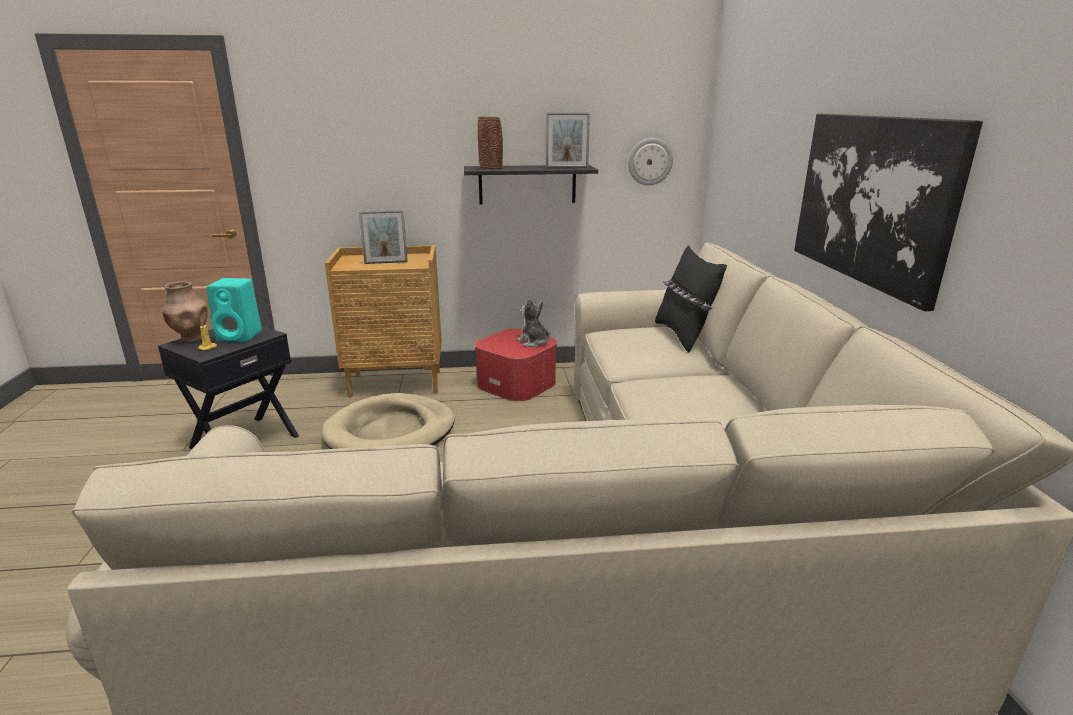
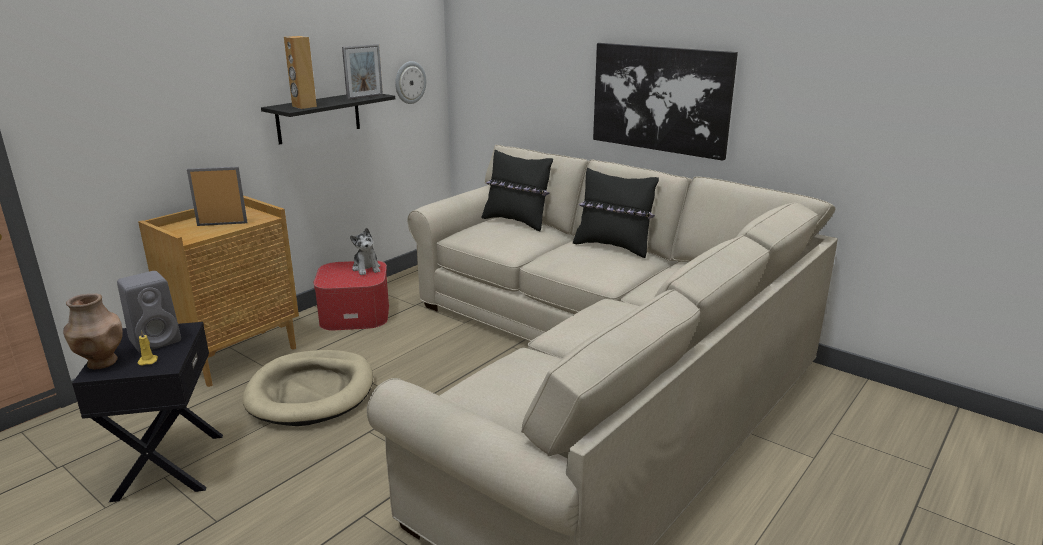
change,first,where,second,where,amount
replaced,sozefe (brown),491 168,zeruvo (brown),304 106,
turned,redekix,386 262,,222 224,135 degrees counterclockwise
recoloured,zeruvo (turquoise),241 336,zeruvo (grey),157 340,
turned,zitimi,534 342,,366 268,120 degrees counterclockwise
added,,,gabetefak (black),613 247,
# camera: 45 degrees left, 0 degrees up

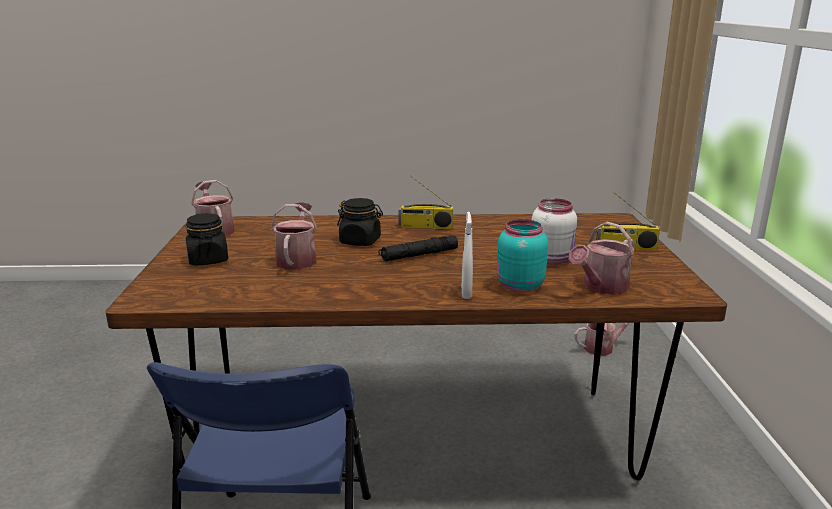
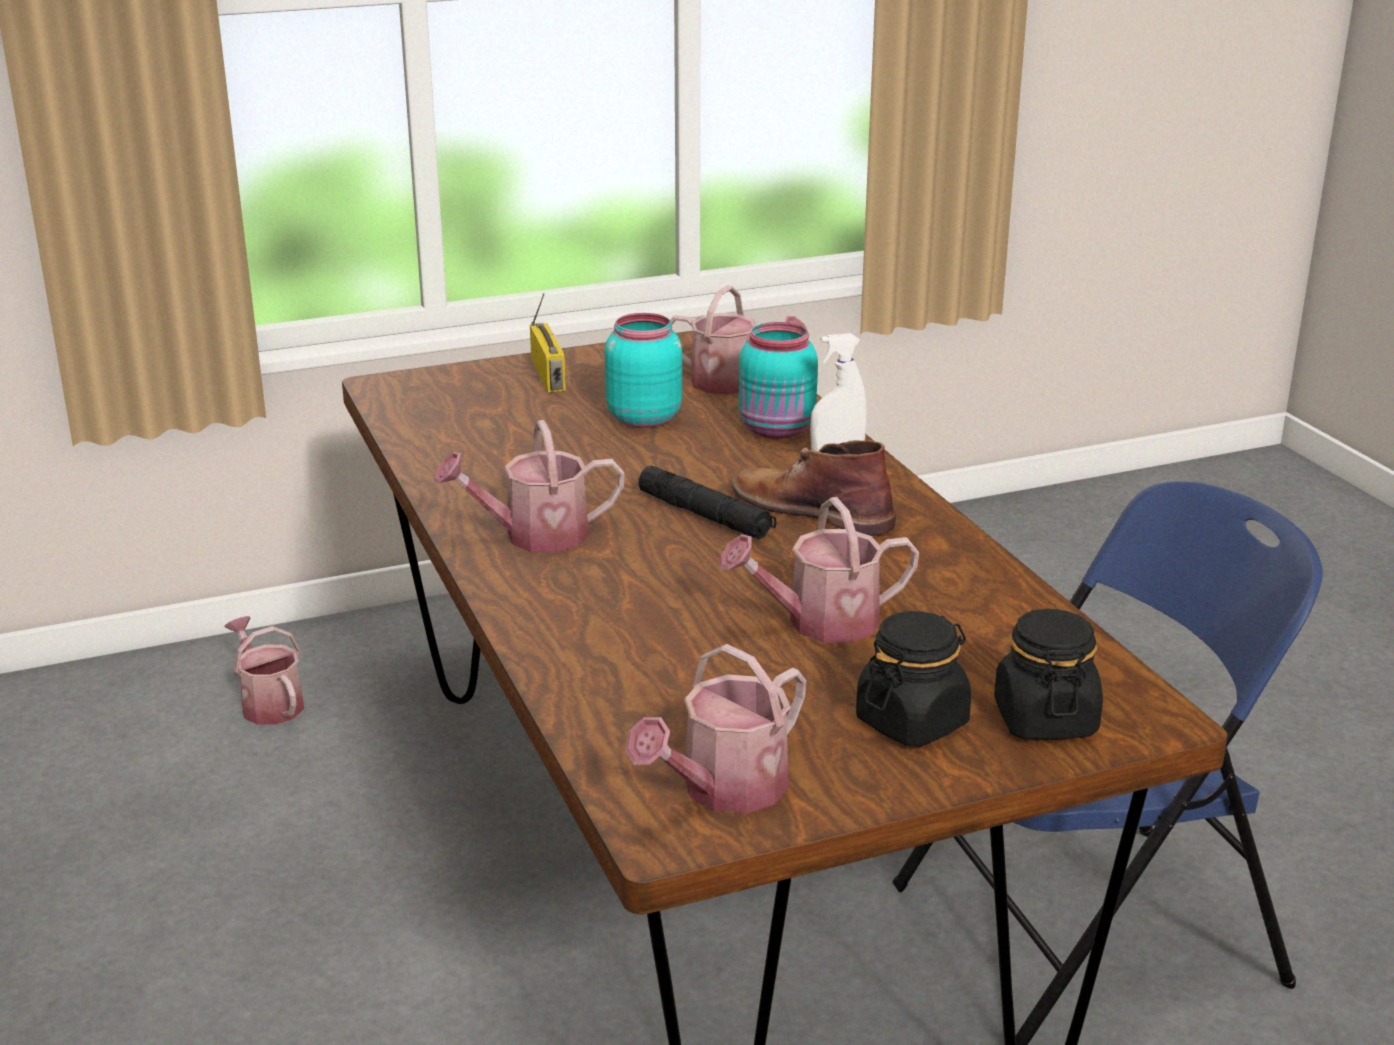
change,first,where,second,where,amount
replaced,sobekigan,425 227,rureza,534 536,
moved,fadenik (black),360 241,,1044 719,
recoloured,fadenik (white),552 259,fadenik (turquoise),642 418,
added,,,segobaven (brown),811 509,
# camera: 110 degrees left, 5 degrees up

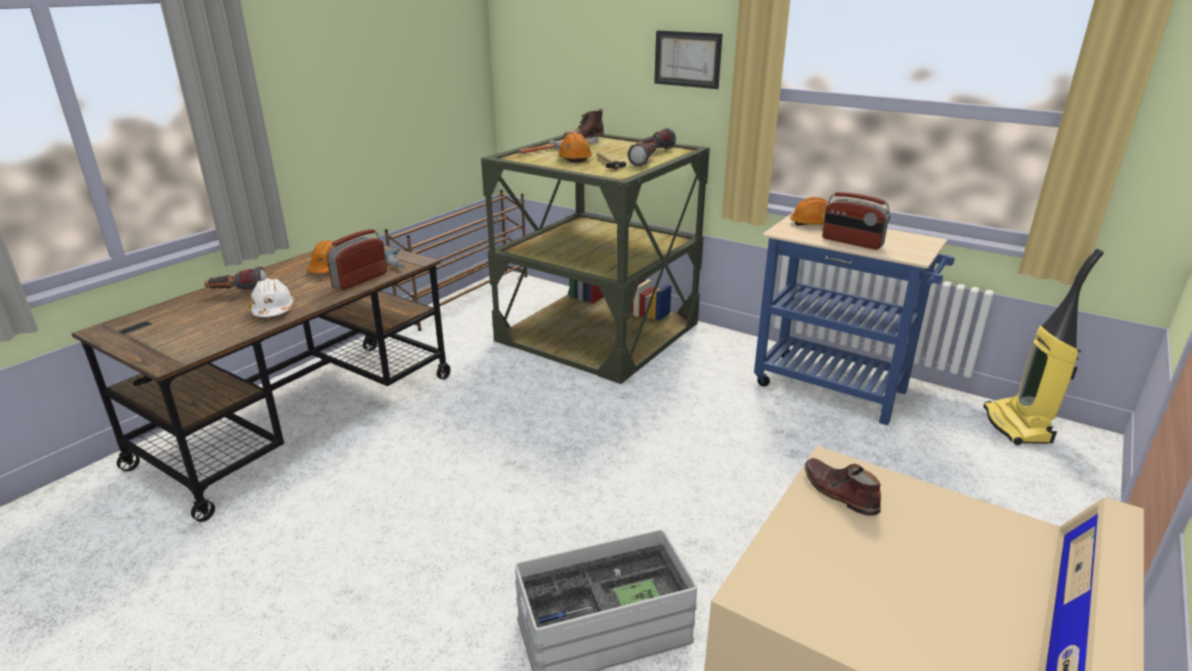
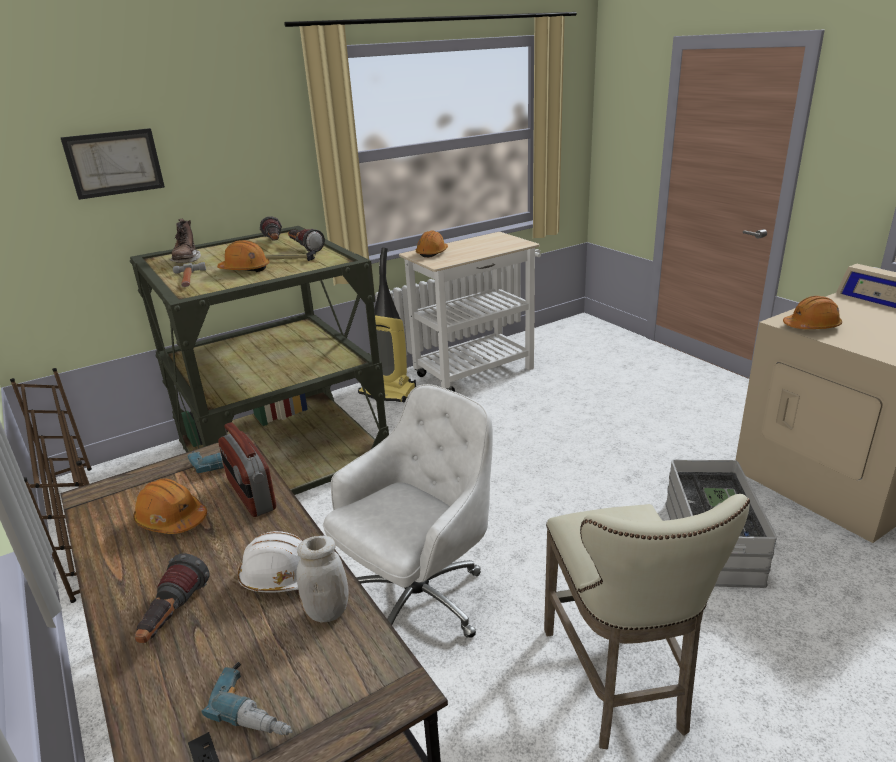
change,first,where,second,where,amount
moved,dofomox,687 59,,114 163,
removed,sobekigan,851 242,,,
recoloured,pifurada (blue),832 388,pifurada (white),476 372,
moved,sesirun,1018 426,,388 392,
replaced,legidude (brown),839 492,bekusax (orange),811 326,
added,,,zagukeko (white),419 599,
added,,,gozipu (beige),618 685,
added,,,fadenik (white),327 611,
added,,,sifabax,259 707,
# camera: 65 degrees left, 0 degrees up

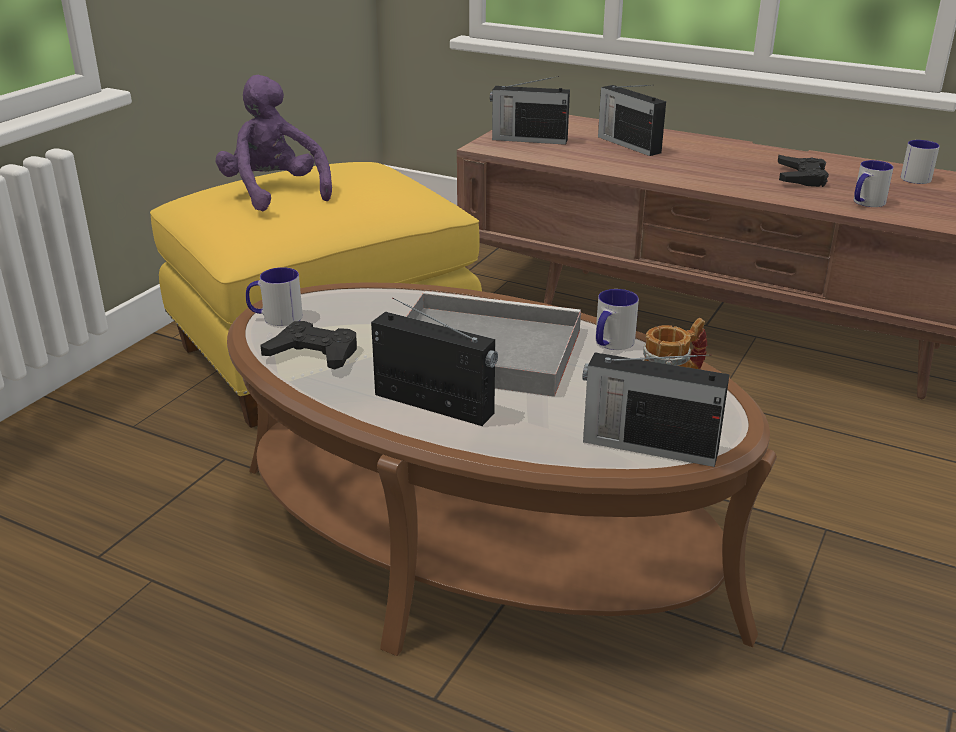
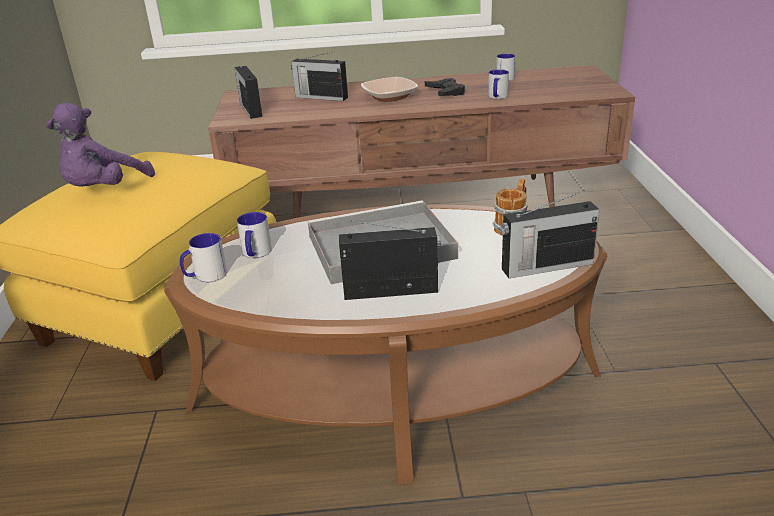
change,first,where,second,where,amount
turned,zitimi (purple),274 193,,104 190,90 degrees counterclockwise
turned,sobekigan,528 139,,251 109,90 degrees clockwise
moved,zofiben,611 344,,255 253,
removed,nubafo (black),313 354,,,
added,,,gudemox,389 97,
# camera: 30 degrees left, 0 degrees up

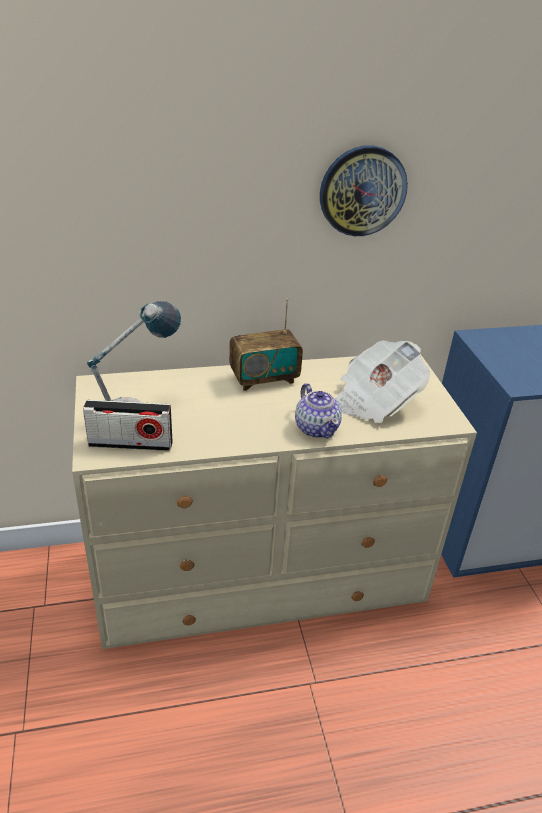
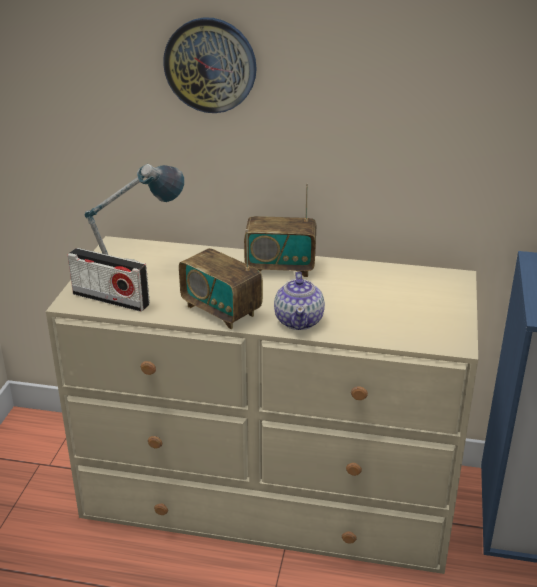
change,first,where,second,where,amount
moved,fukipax,362 191,,210 65,
removed,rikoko,375 401,,,
added,,,sobekigan,221 311,
# camera: 25 degrees right, 5 degrees down

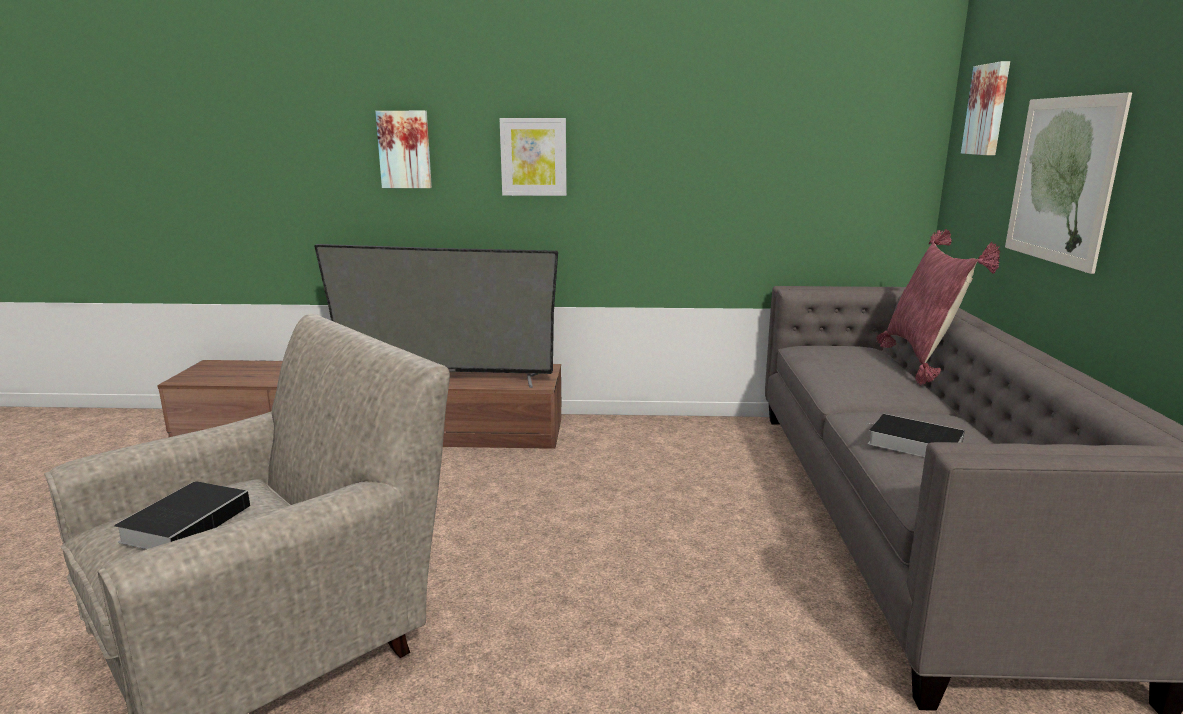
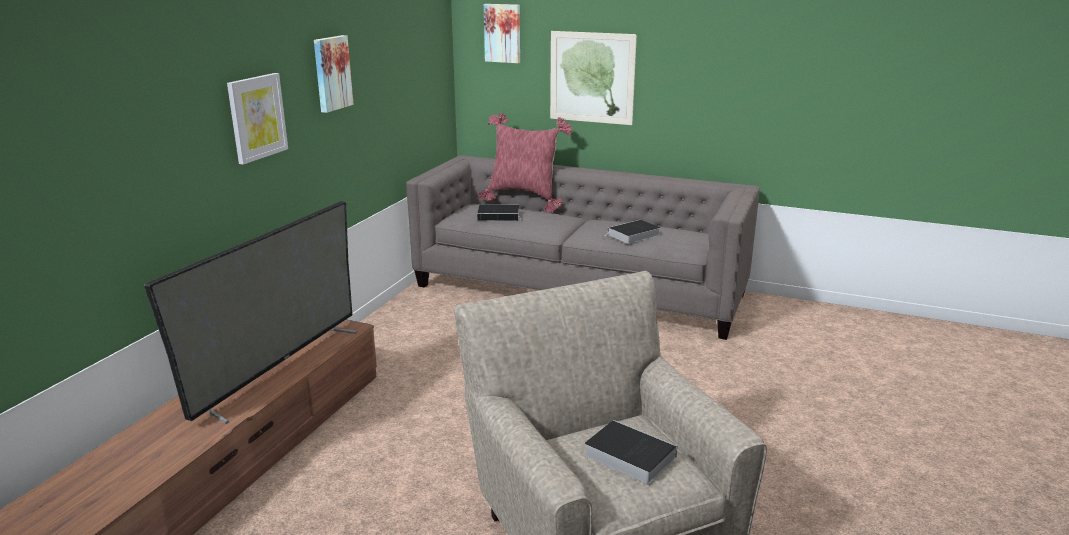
change,first,where,second,where,amount
moved,dofomox,405 149,,331 73,
added,,,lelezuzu,500 215,
# camera: 70 degrees left, 5 degrees up

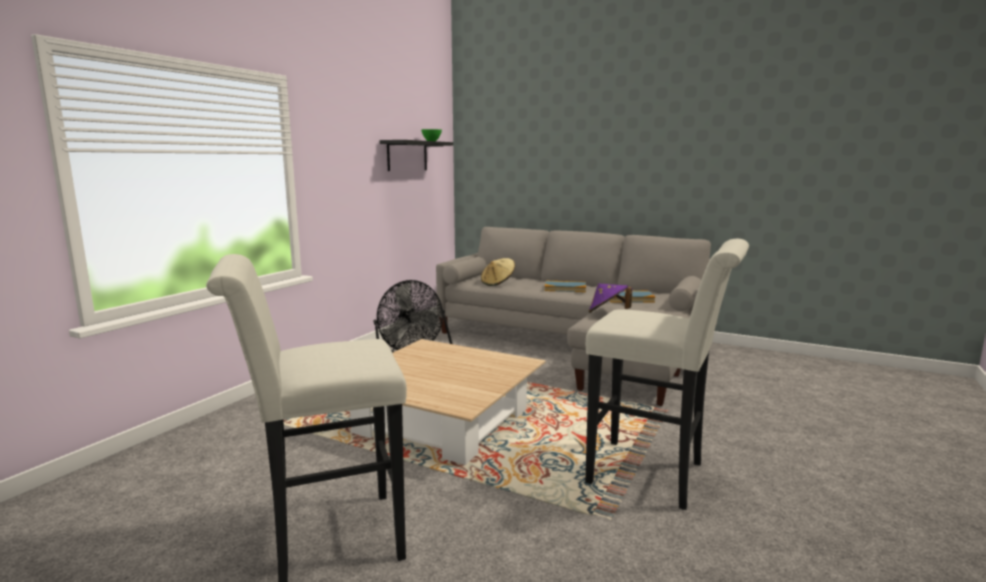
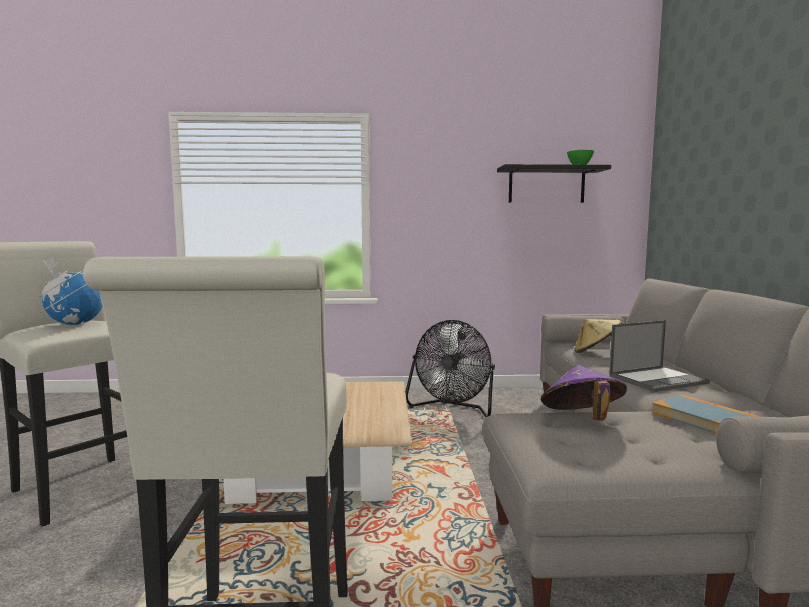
change,first,where,second,where,amount
replaced,lelezuzu,565 288,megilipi,658 379,
added,,,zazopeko,74 324,
# camera: 60 degrees right, 5 degrees down

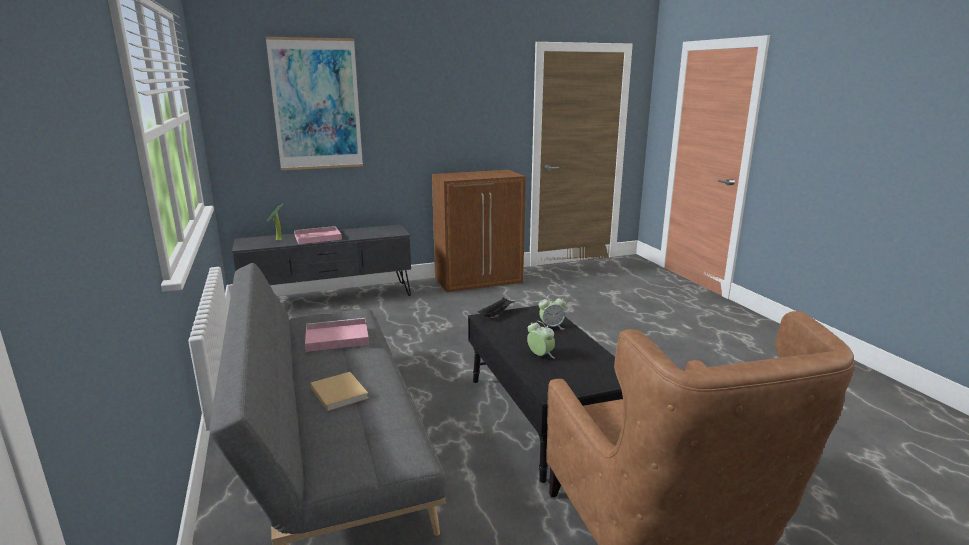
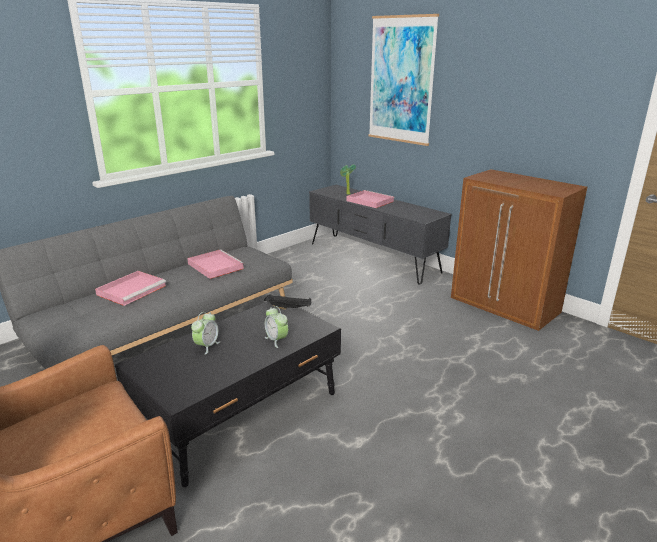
change,first,where,second,where,amount
replaced,lelezuzu (beige),338 392,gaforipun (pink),132 290,
# camera: 65 degrees right, 5 degrees up

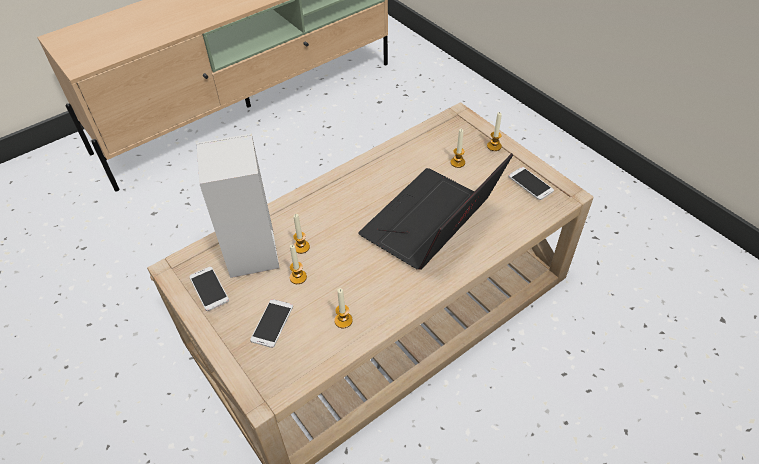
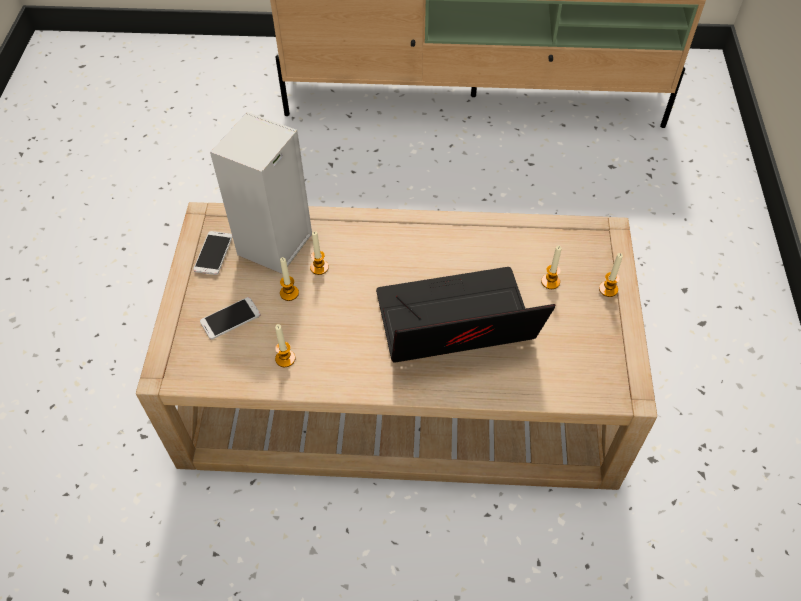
change,first,where,second,where,amount
removed,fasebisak,530 183,,,
# camera: 40 degrees right, 5 degrees up

